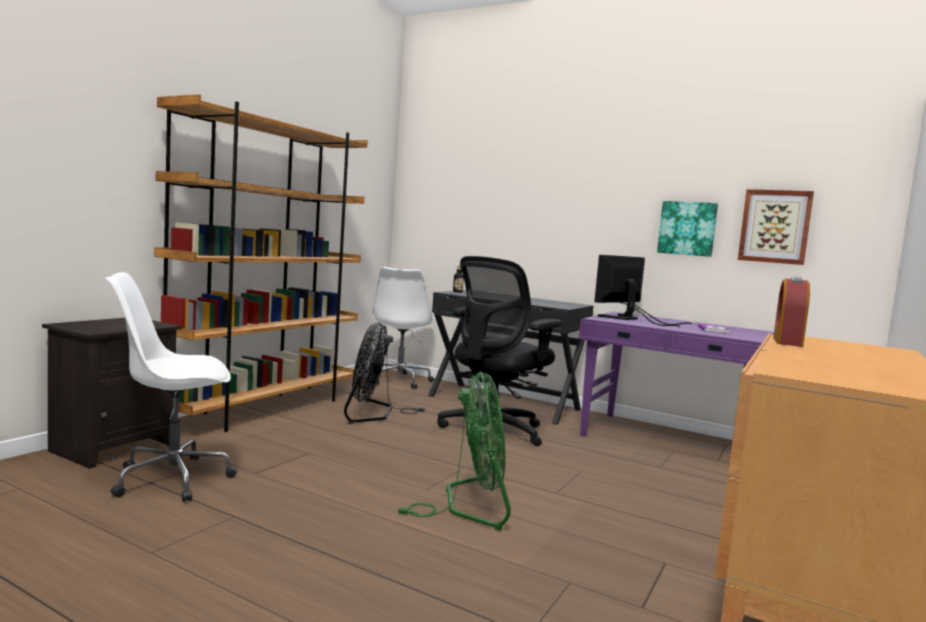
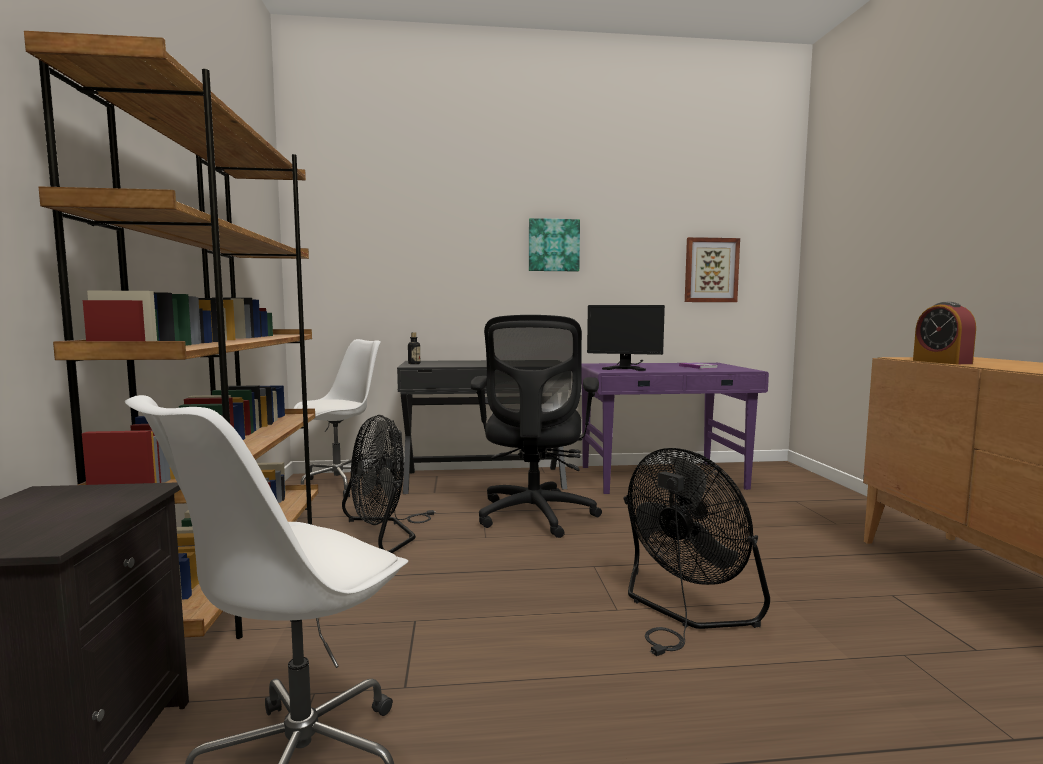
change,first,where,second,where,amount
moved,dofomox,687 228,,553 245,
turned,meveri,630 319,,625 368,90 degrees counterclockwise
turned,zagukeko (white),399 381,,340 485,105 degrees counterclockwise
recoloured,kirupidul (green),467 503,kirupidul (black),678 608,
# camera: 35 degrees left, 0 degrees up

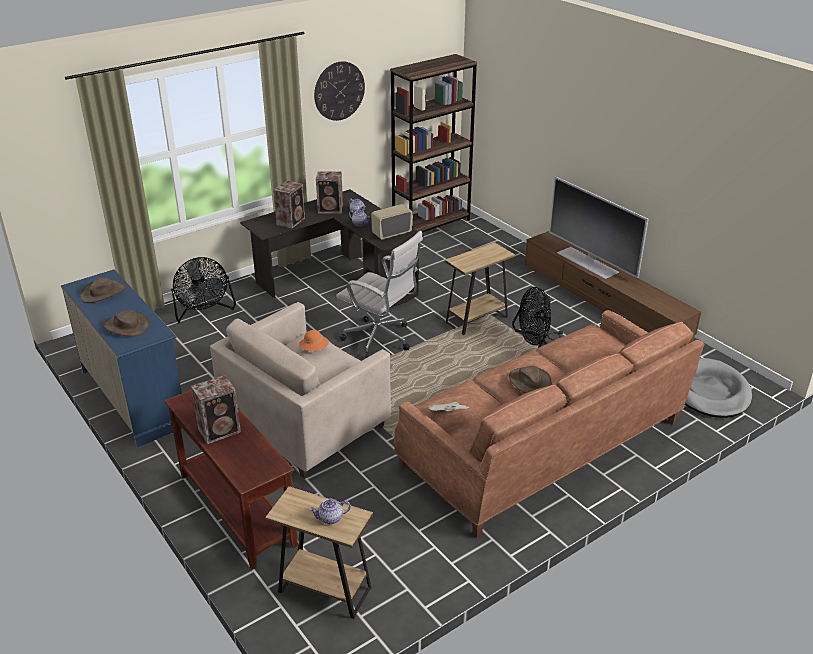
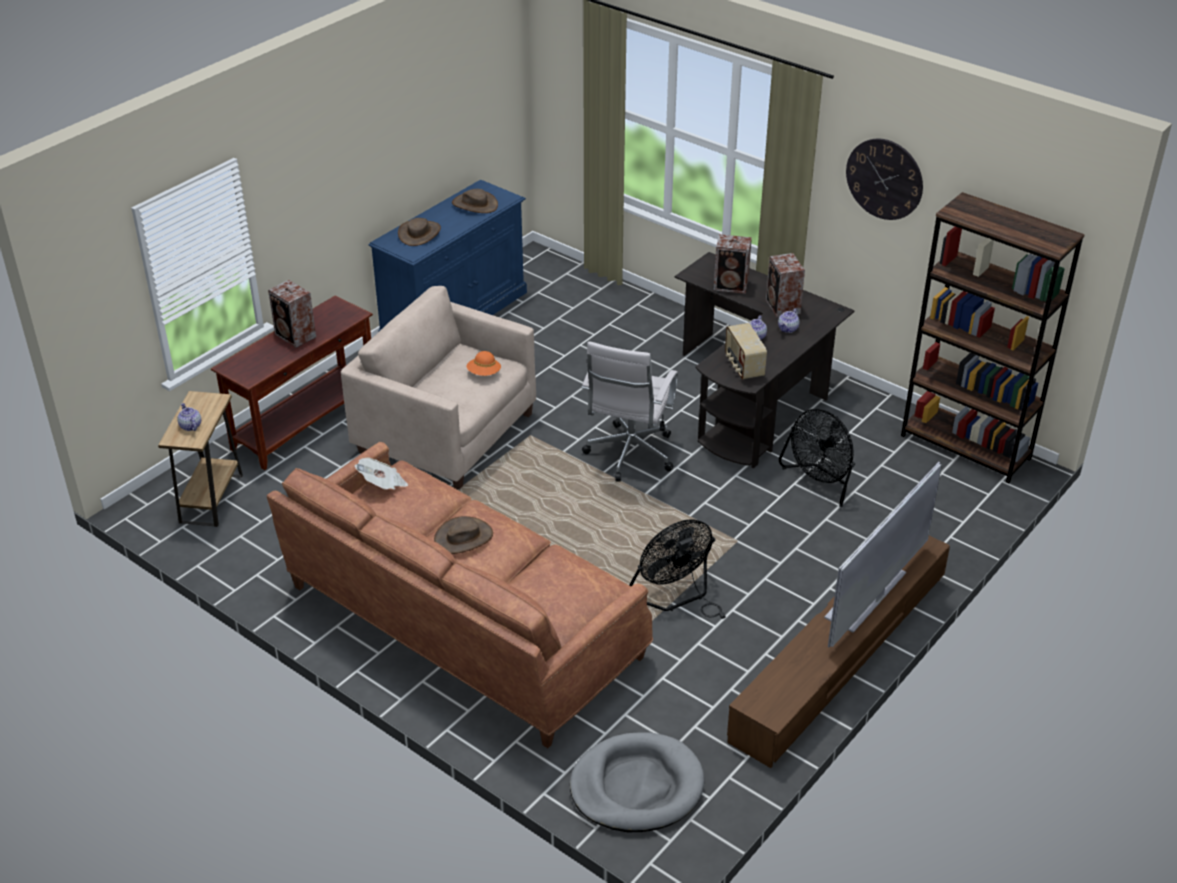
change,first,where,second,where,amount
turned,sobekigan,391 233,,743 366,150 degrees counterclockwise
removed,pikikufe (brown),476 320,,,
moved,kirupidul (black),201 311,,820 478,
# camera: 75 degrees right, 5 degrees up

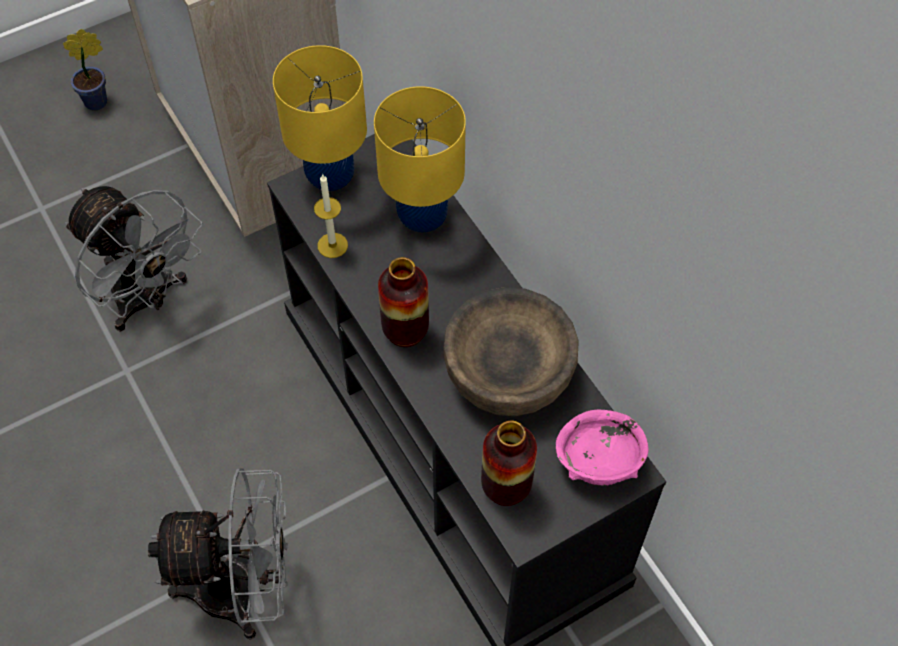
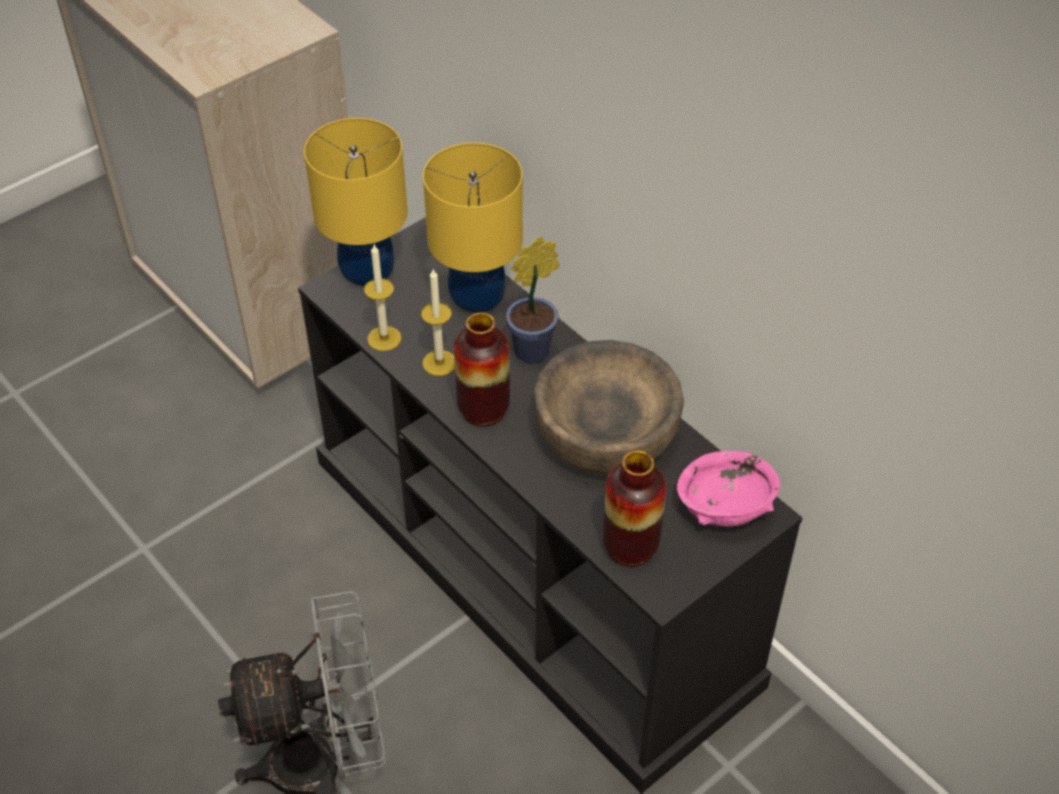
change,first,where,second,where,amount
moved,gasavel,99 101,,536 349,
removed,kirupidul (grey),148 300,,,
added,,,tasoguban,439 363,
# camera: 10 degrees left, 10 degrees down

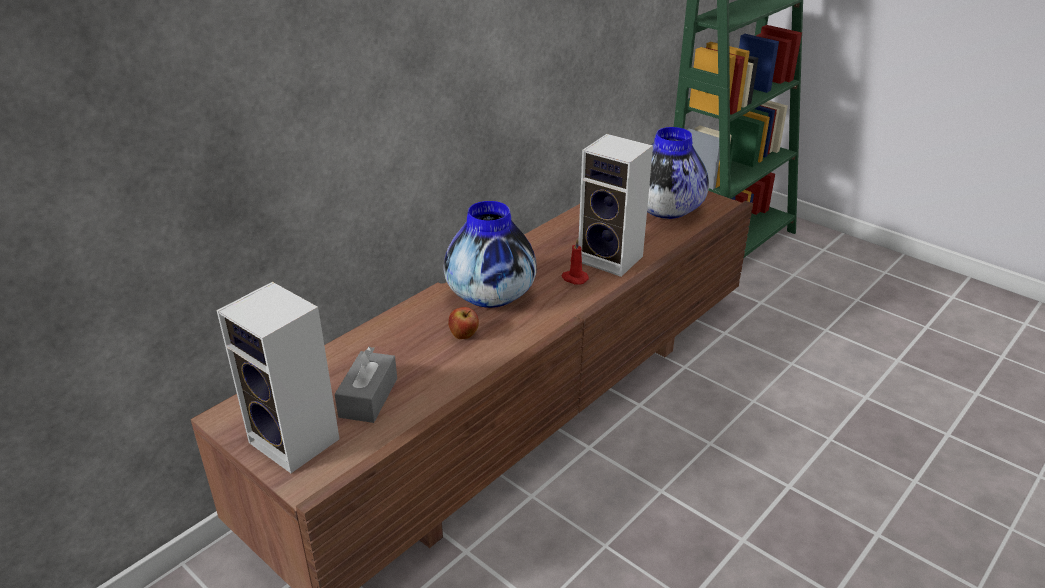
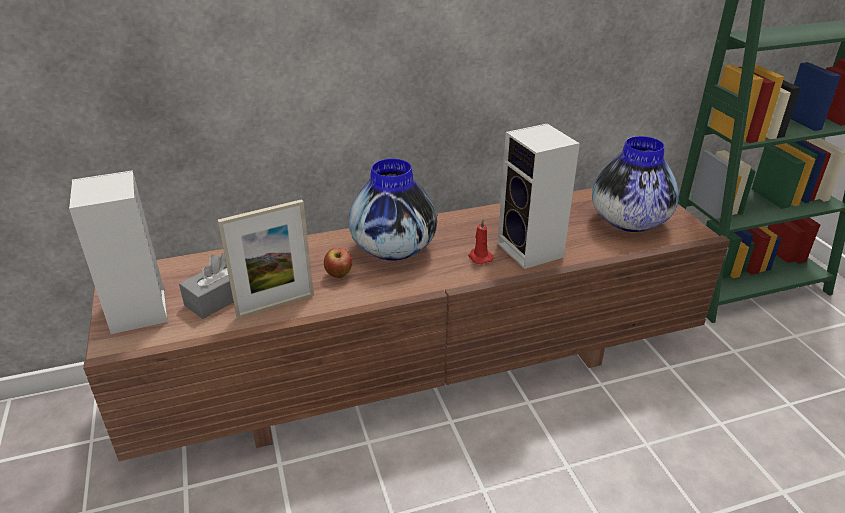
change,first,where,second,where,amount
added,,,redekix,275 305,
# camera: 30 degrees right, 0 degrees up

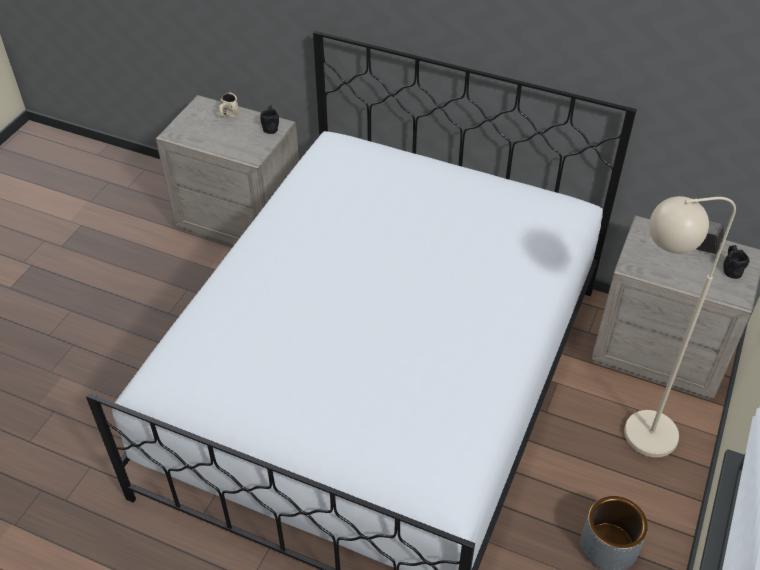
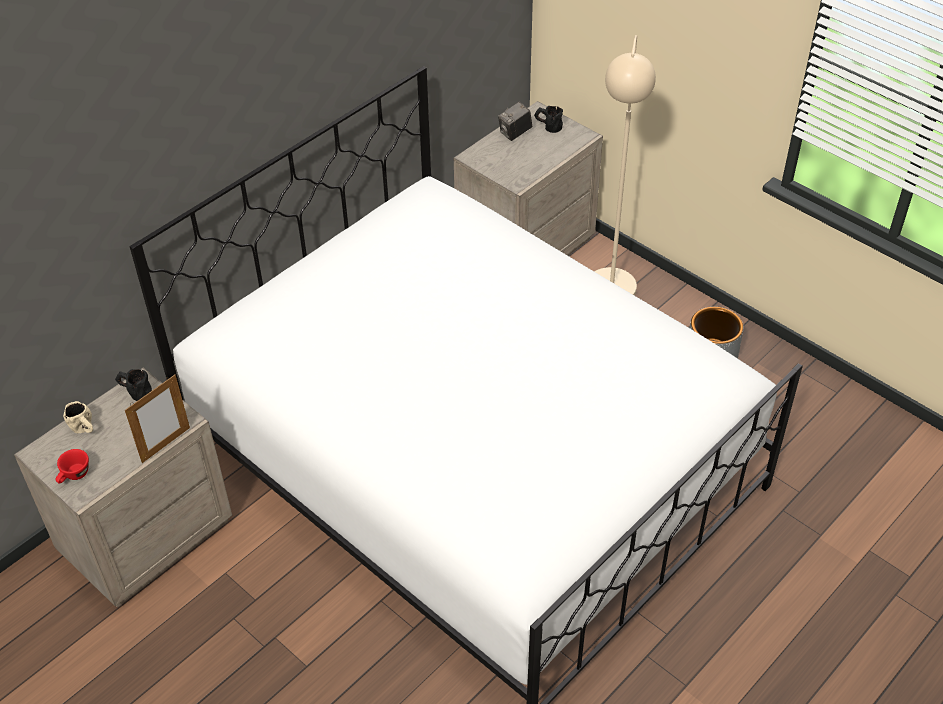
change,first,where,second,where,amount
added,,,redekix,166 445,
added,,,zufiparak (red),74 476,
# camera: 70 degrees left, 0 degrees up

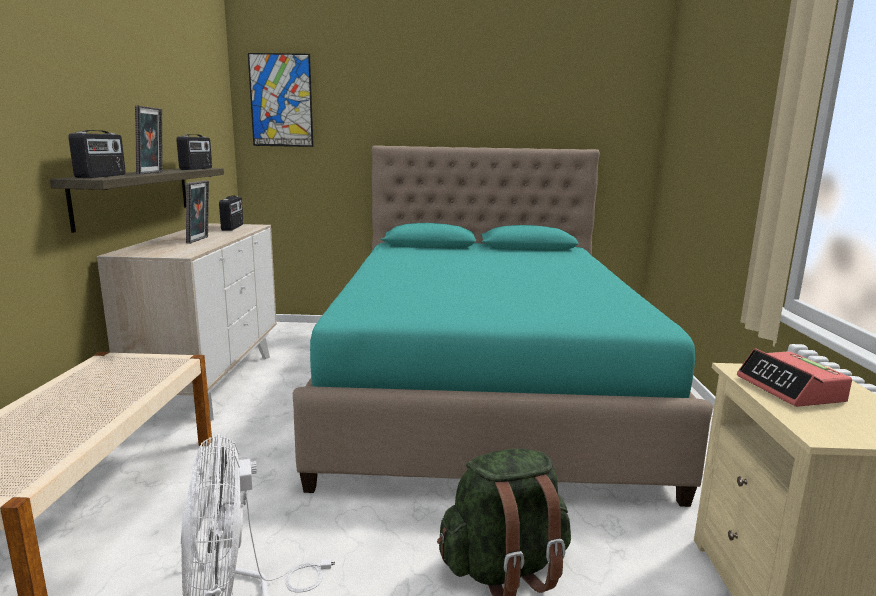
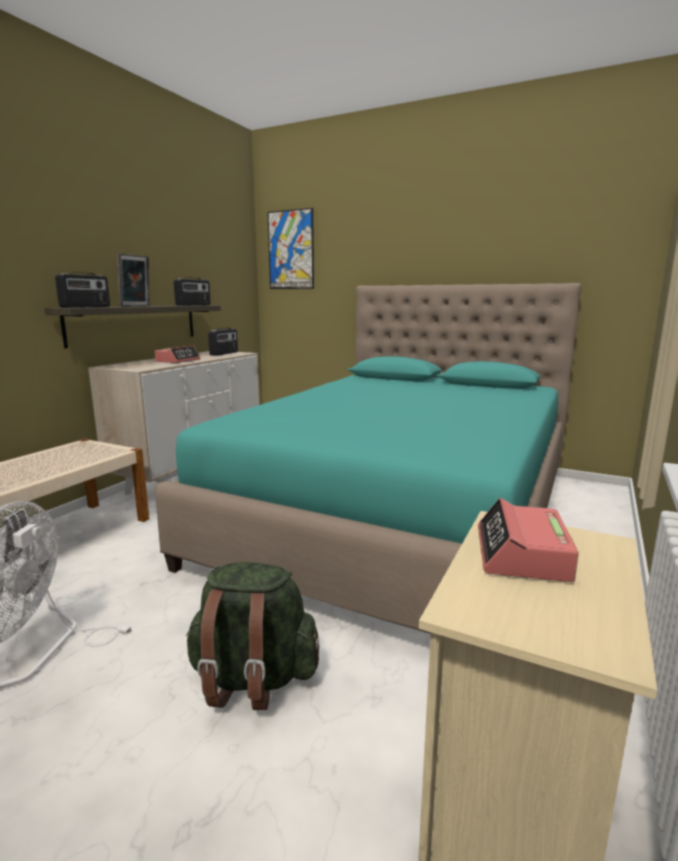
change,first,where,second,where,amount
replaced,redekix,200 240,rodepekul,178 360,
# camera: 25 degrees right, 0 degrees up

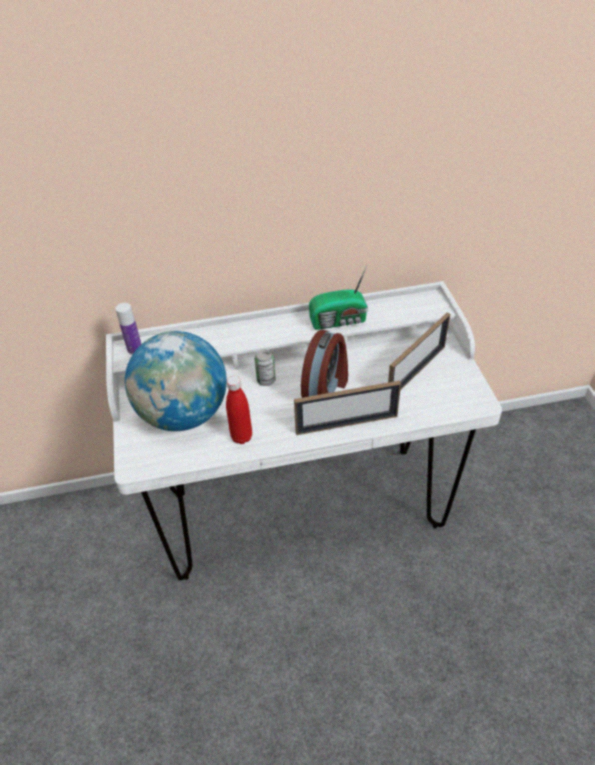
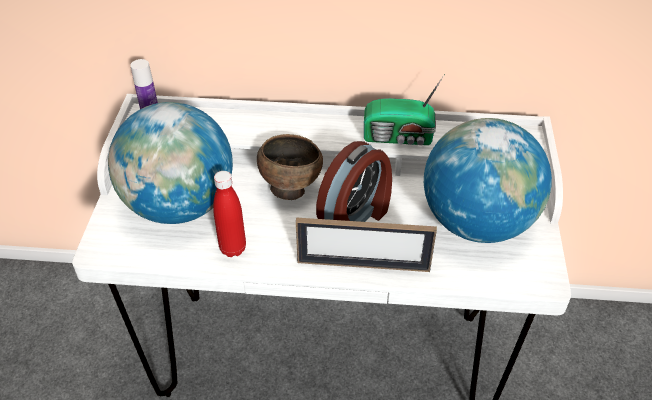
change,first,where,second,where,amount
replaced,redekix,416 372,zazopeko,477 222,
replaced,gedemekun,266 380,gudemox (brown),289 189,
# camera: 15 degrees right, 0 degrees up

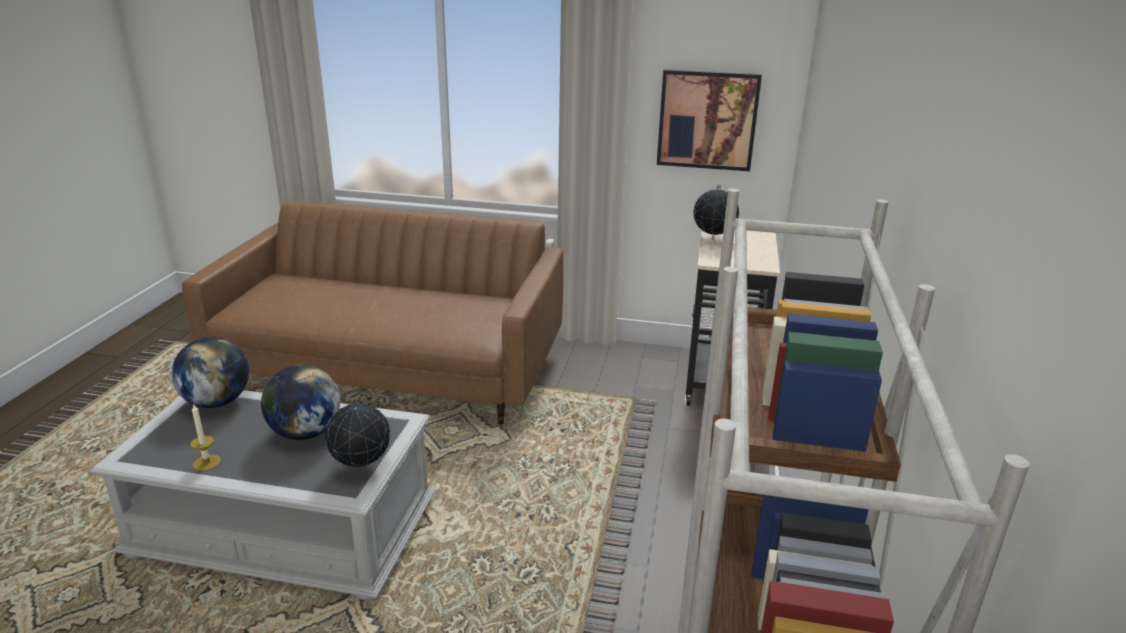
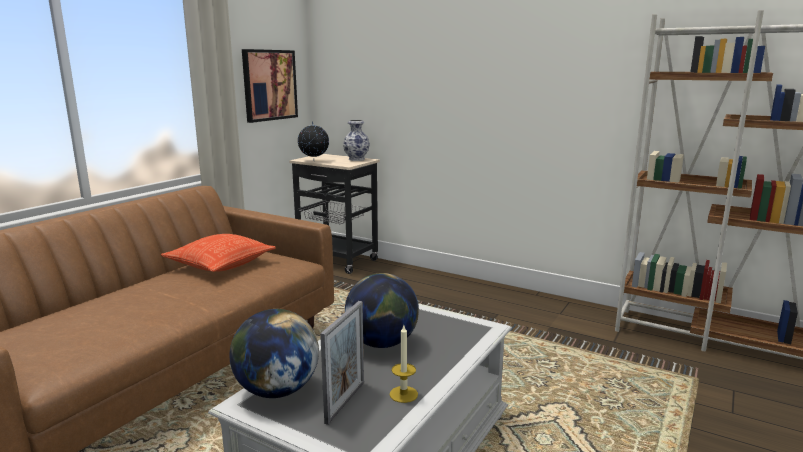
change,first,where,second,where,amount
removed,zazopeko,361 467,,,
added,,,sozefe,357 159,
added,,,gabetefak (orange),221 265,
added,,,redekix,345 402,
# camera: 70 degrees left, 10 degrees down

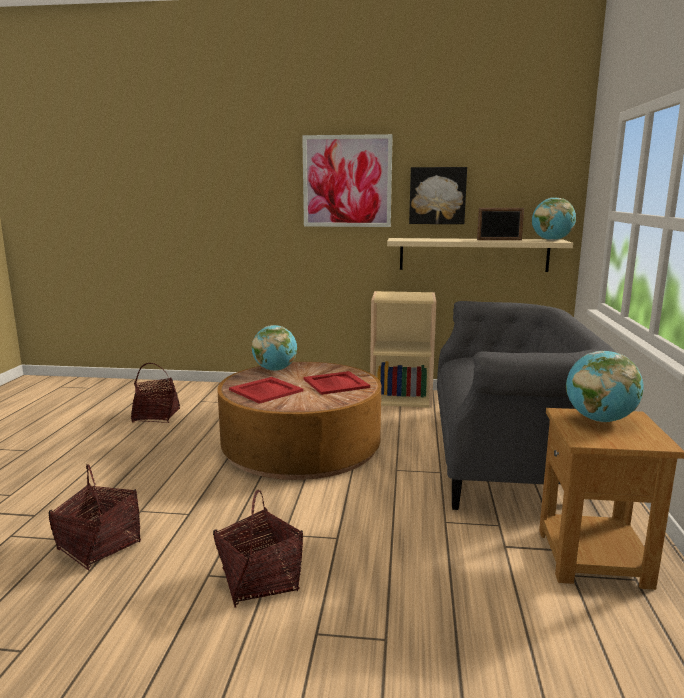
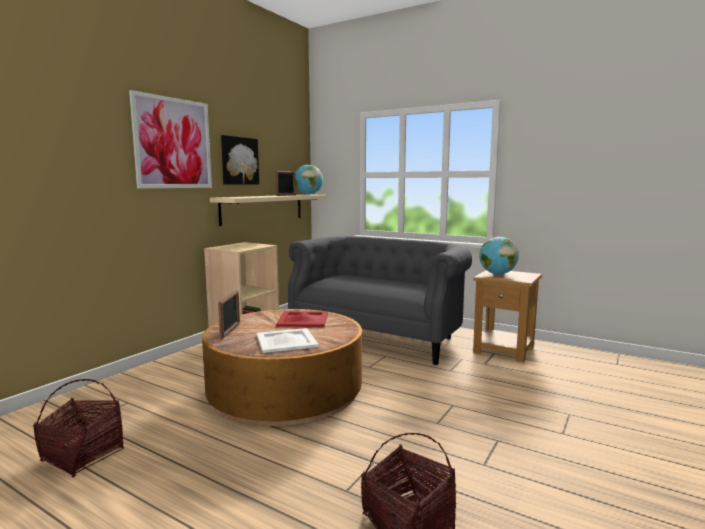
change,first,where,second,where,amount
replaced,zazopeko,275 369,redekix,230 331,
recoloured,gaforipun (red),265 390,gaforipun (white),286 341,
removed,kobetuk,260 580,,,
# camera: 65 degrees left, 5 degrees down

